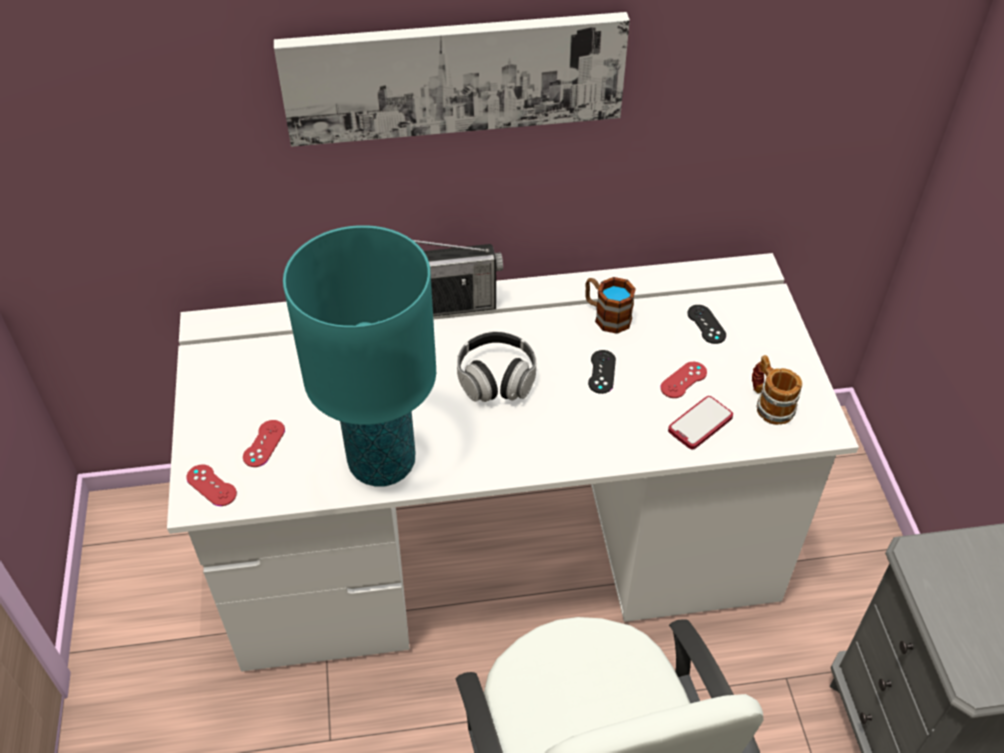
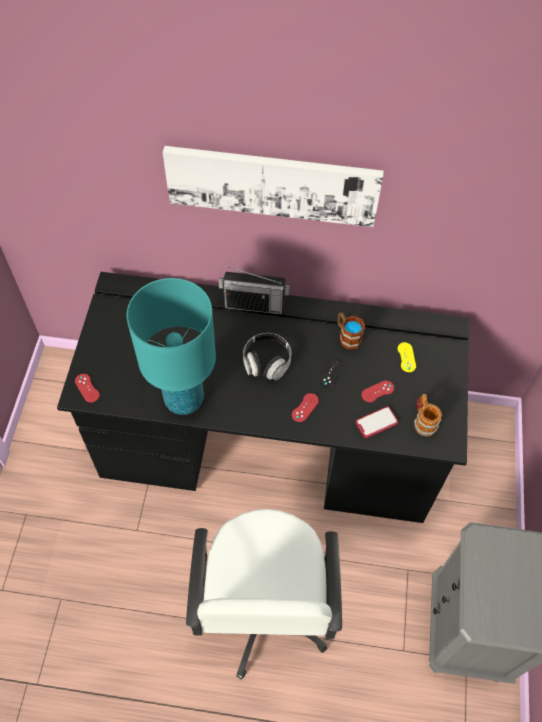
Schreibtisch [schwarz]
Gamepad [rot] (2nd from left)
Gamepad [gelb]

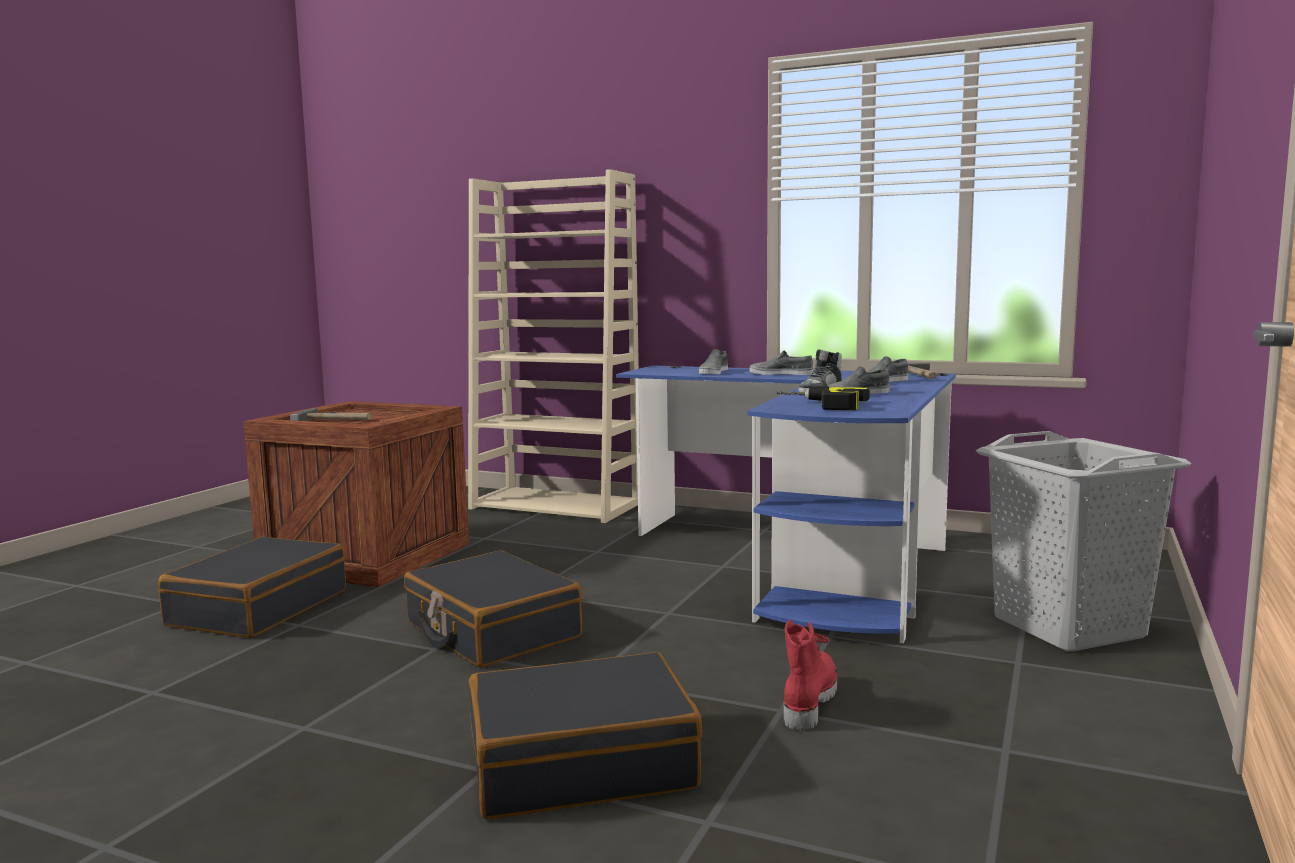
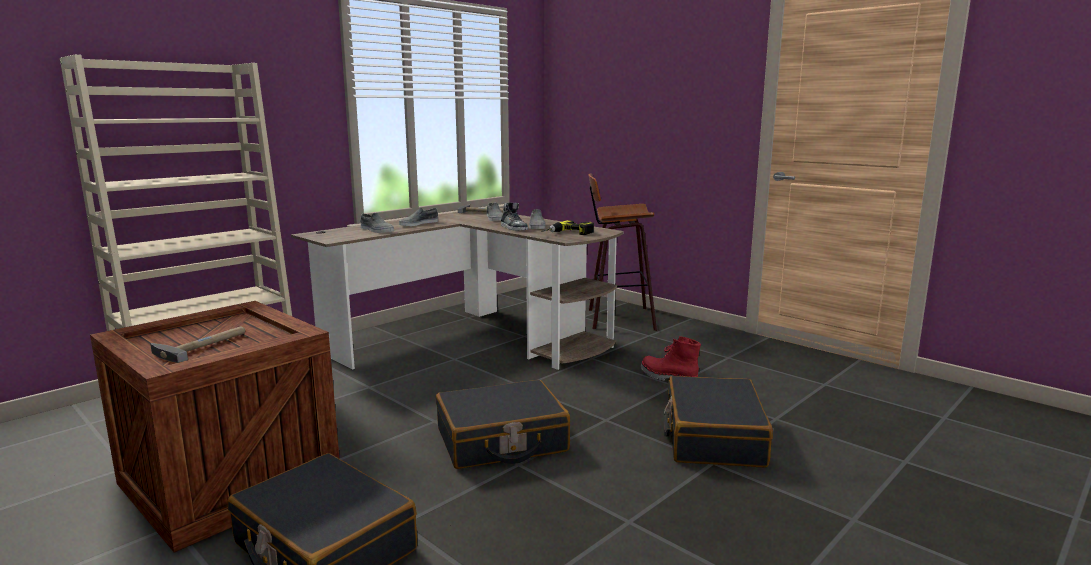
Schreibtisch [braun]
Hocker

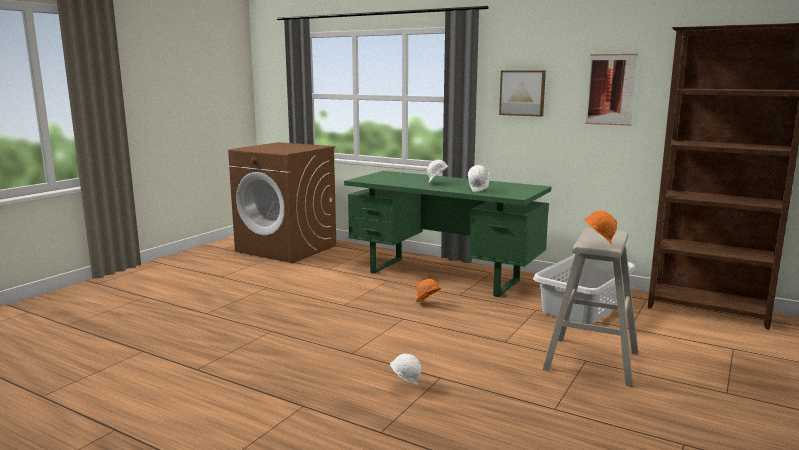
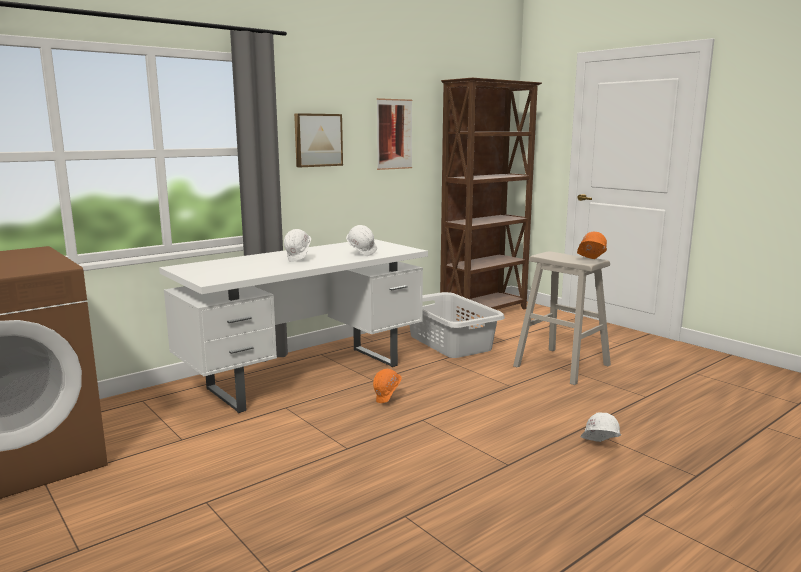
Schreibtisch [weiß]

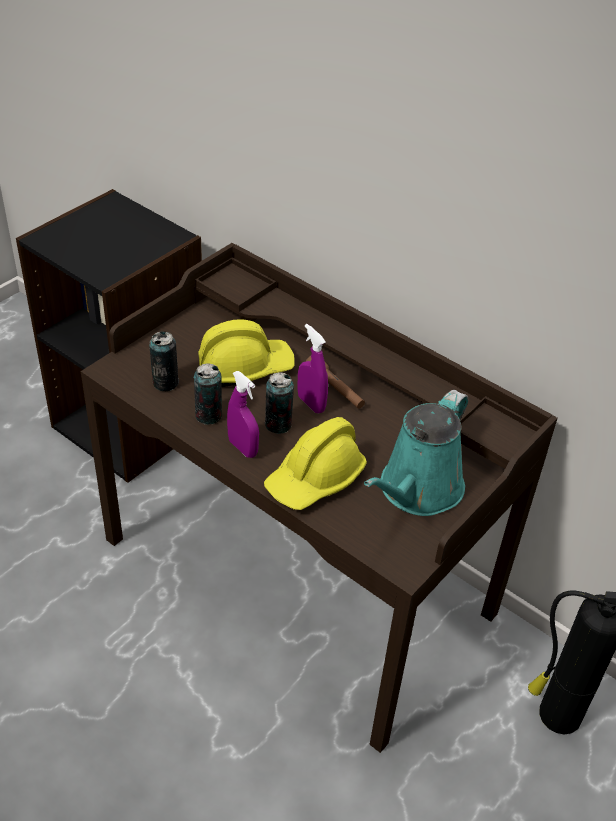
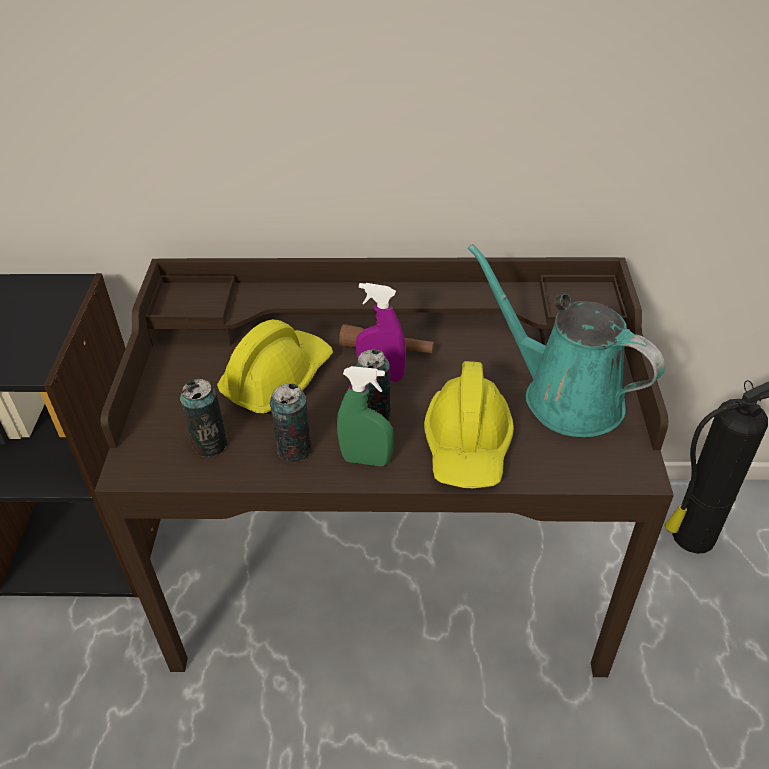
Sprühflasche [grün]
Gießkanne [türkis]

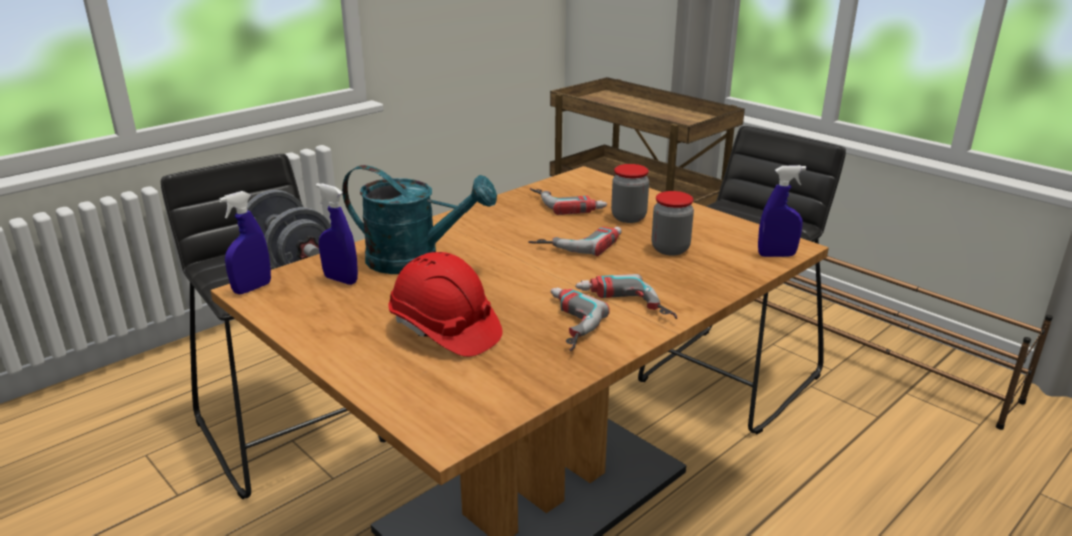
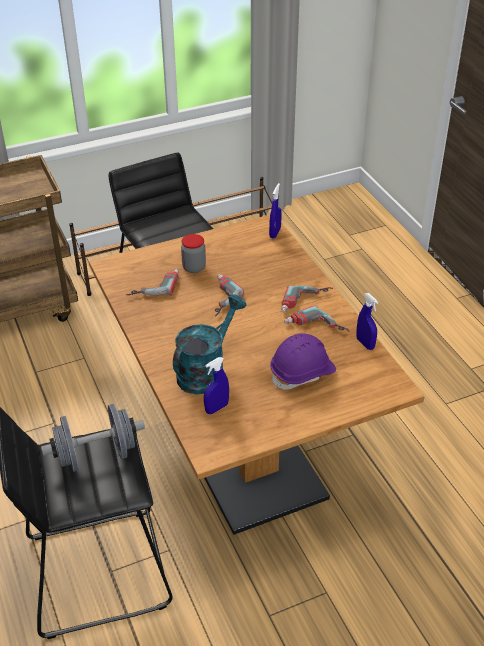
Schutzhelm [lila]
Sprühflasche [blau] (3rd from left)
Vorratsglas (2nd from left in the first image)

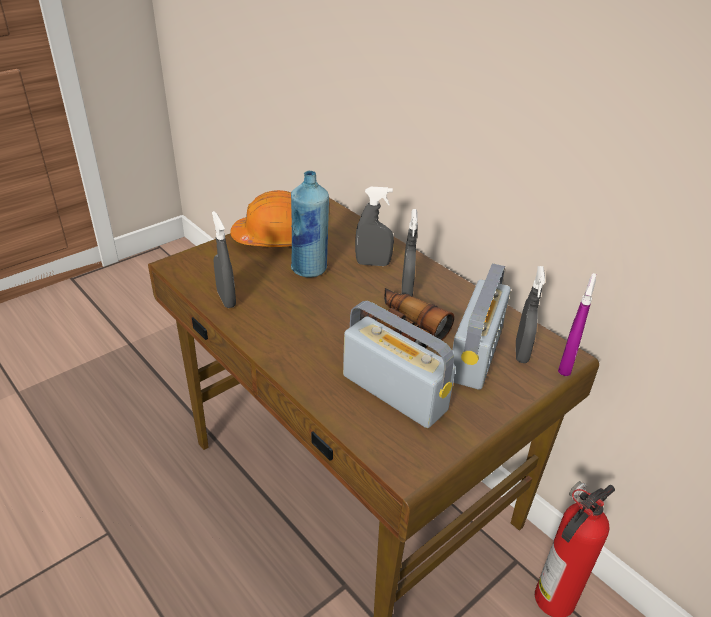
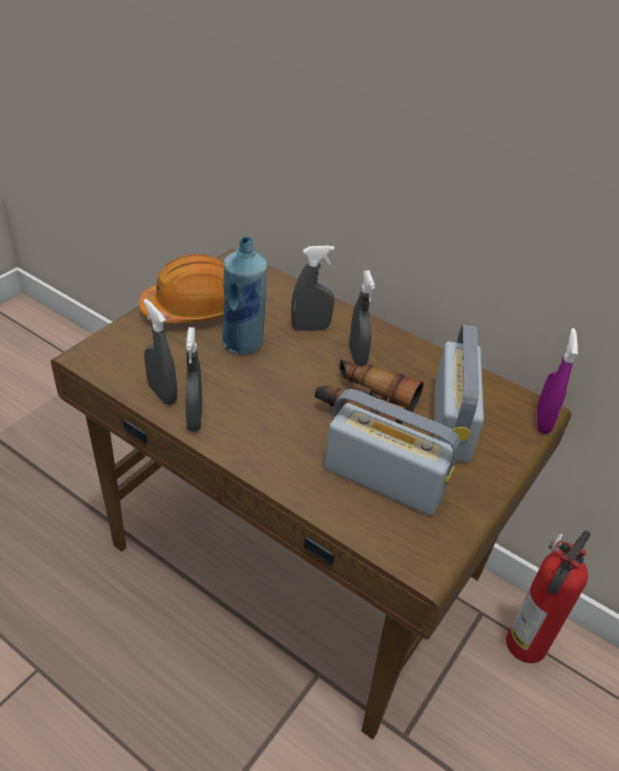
Sprühflasche [grau] (2nd from left)

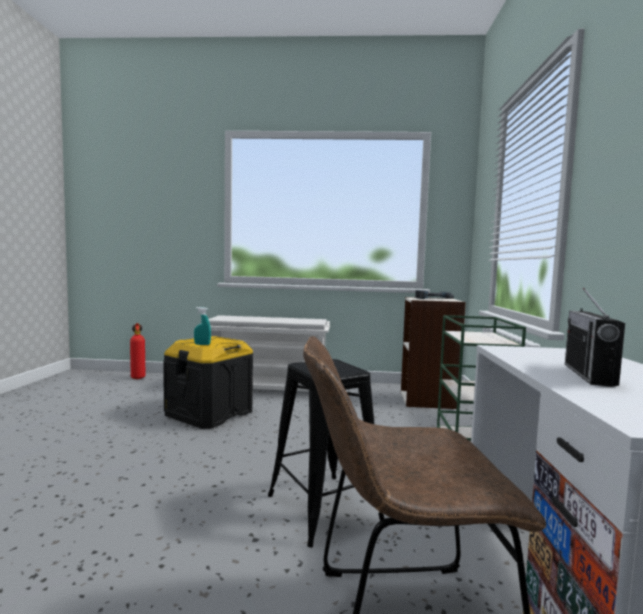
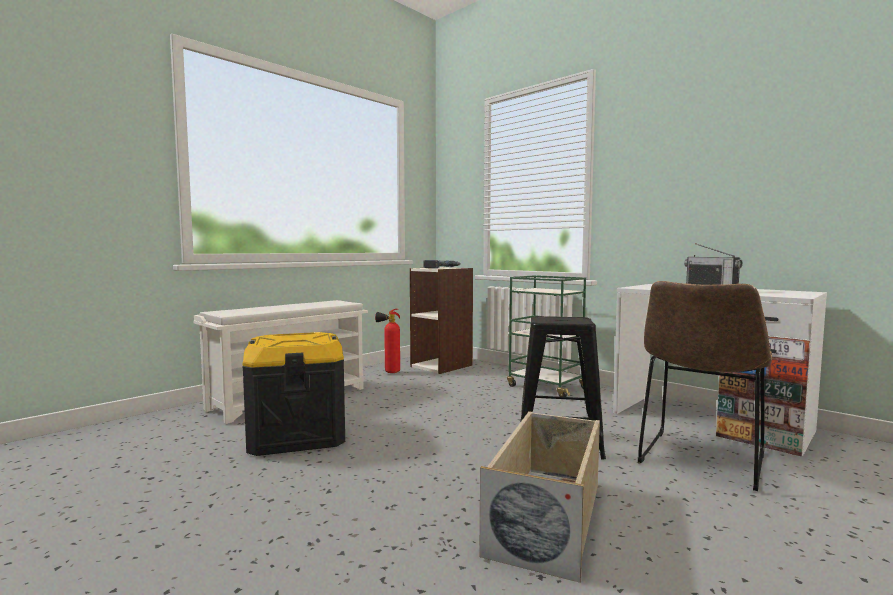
Feuerlöscher
Aufbewahrungsbox [beige]
Sprühflasche [türkis]

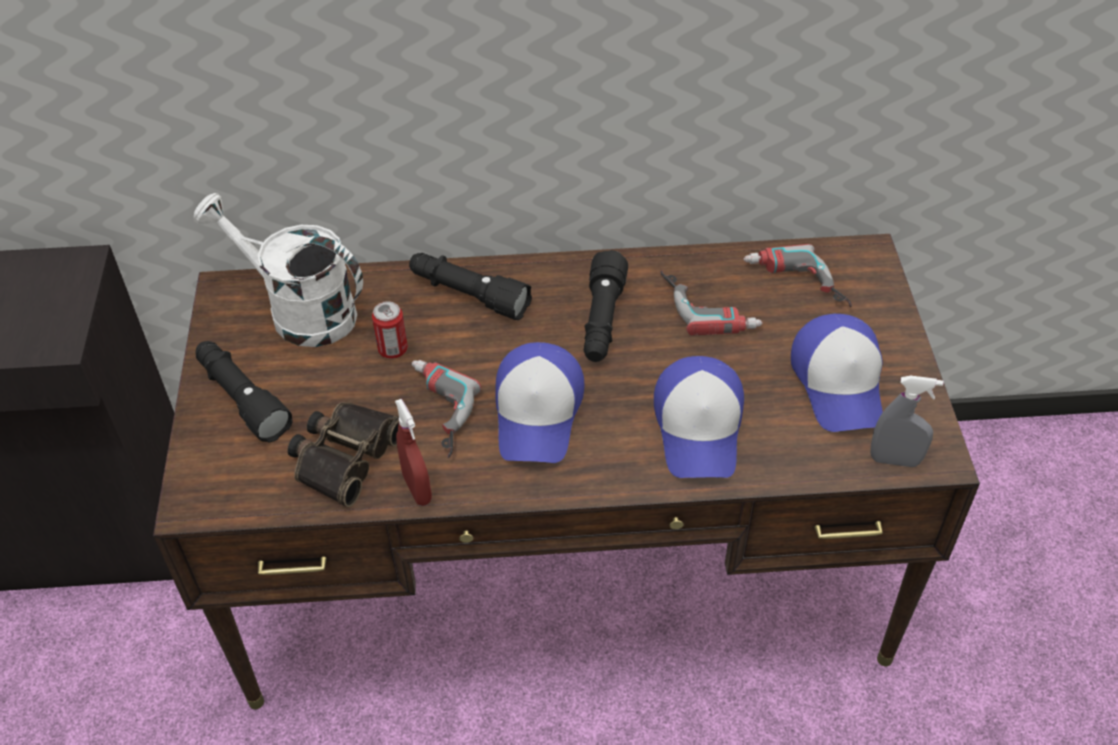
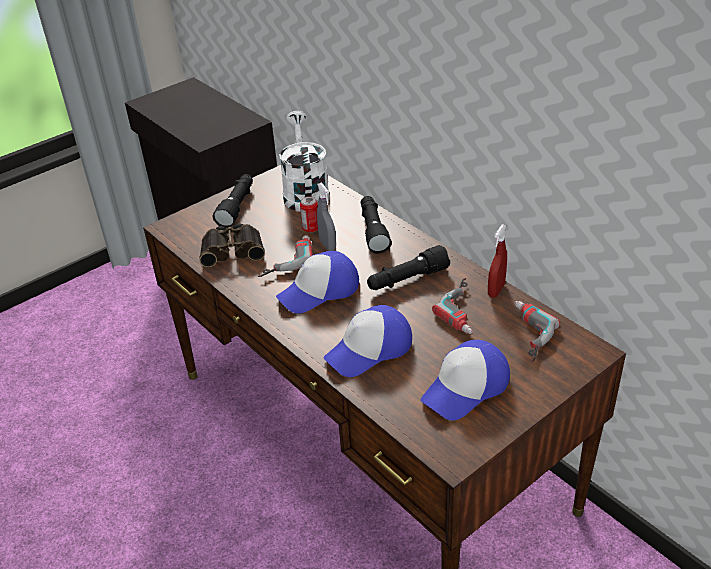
Sprühflasche [grau]
Sprühflasche [rot]

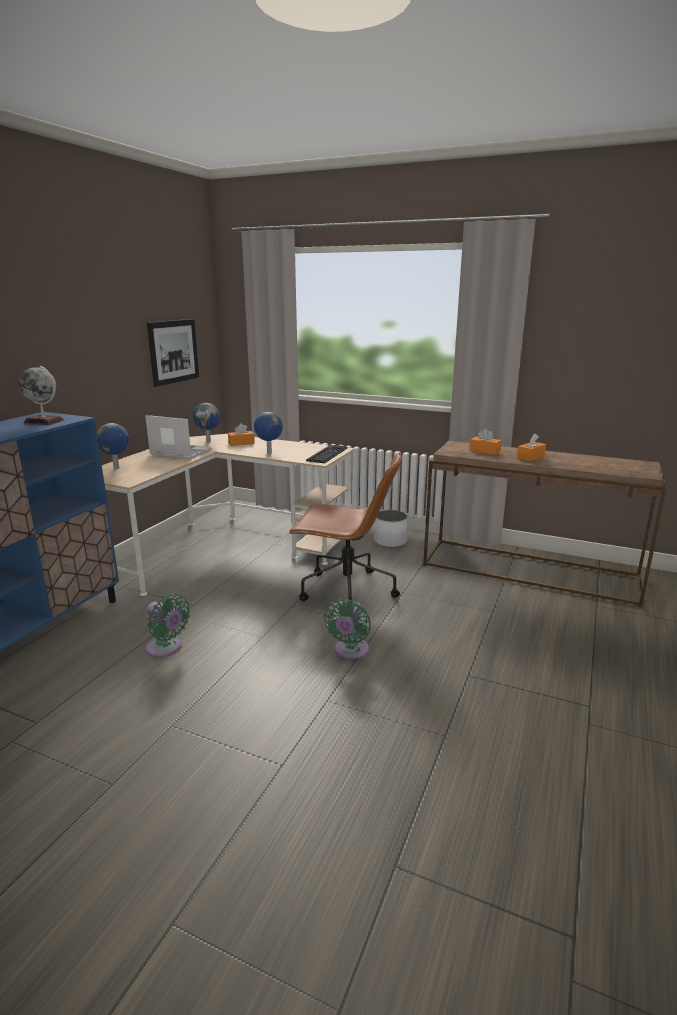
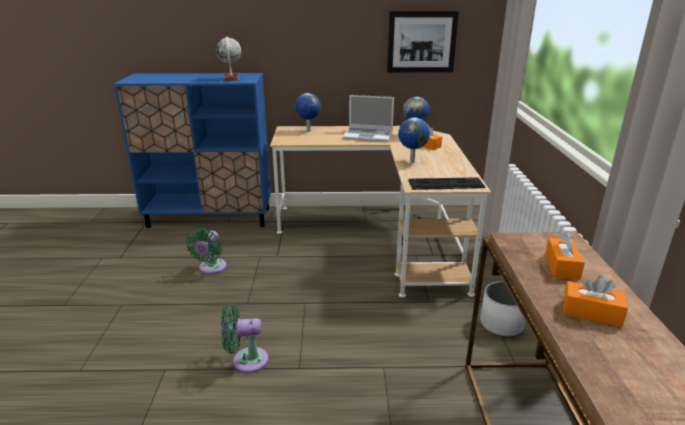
Laptop
Bürostuhl [braun]

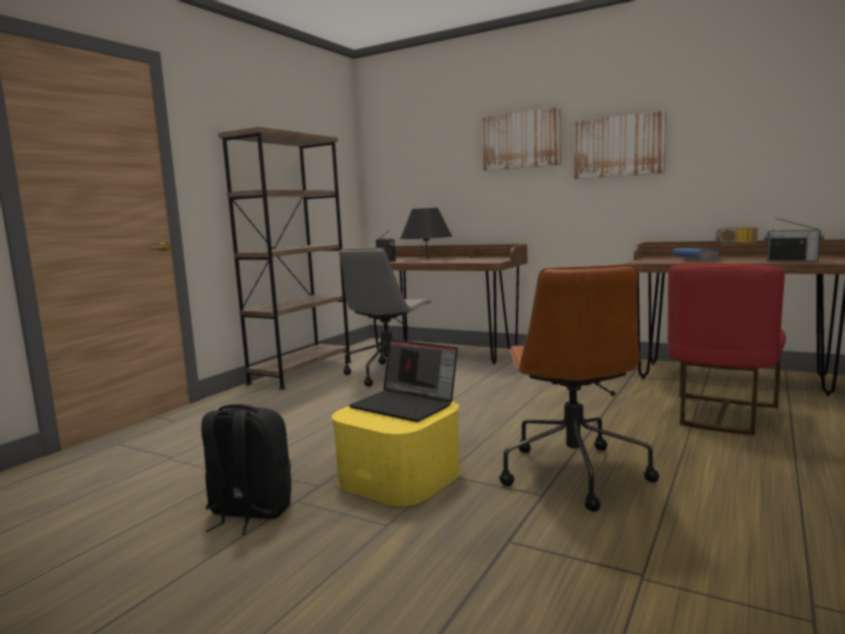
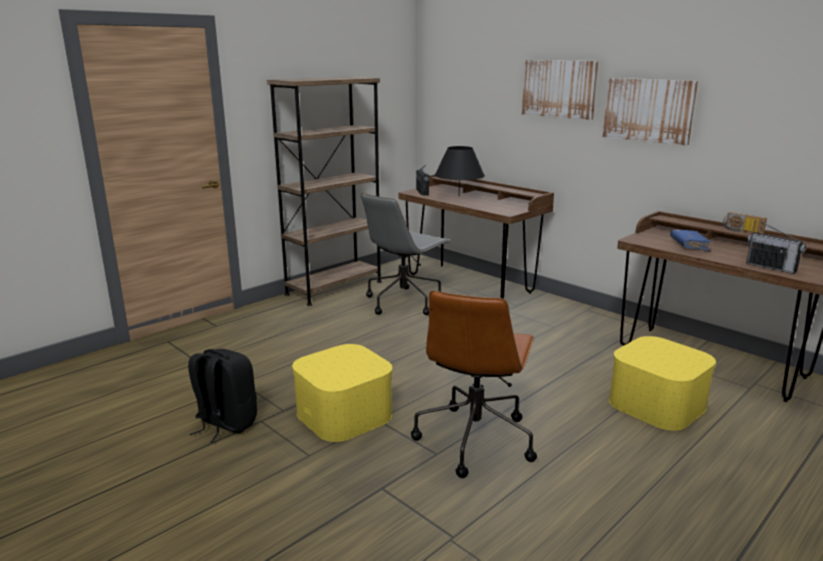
Aufbewahrungsbox [gelb] (2nd from left)
Laptop

